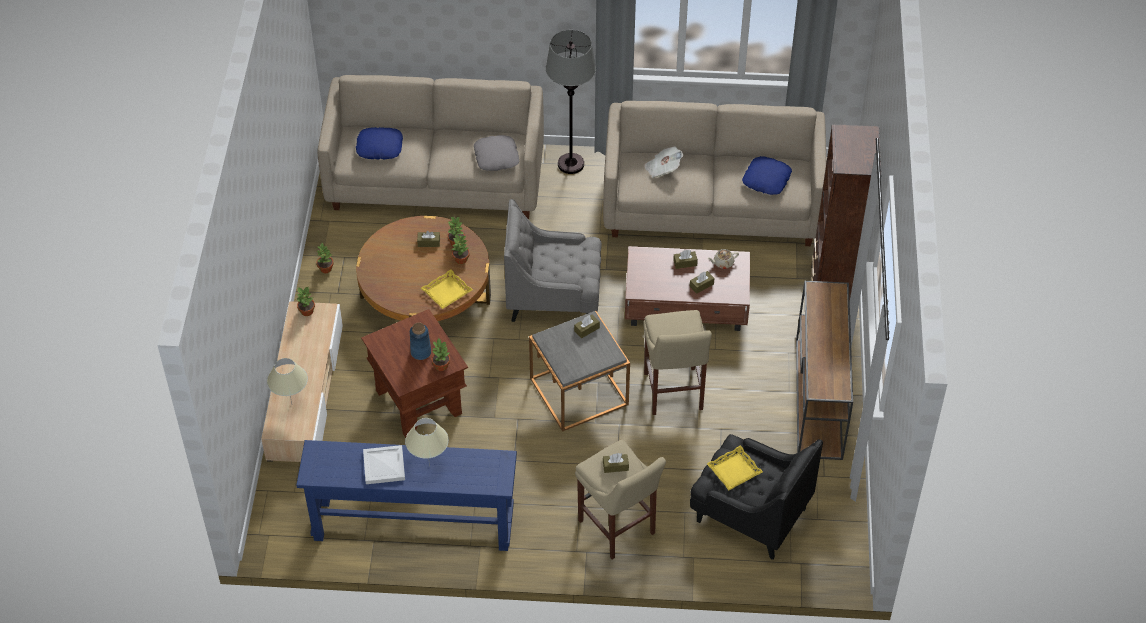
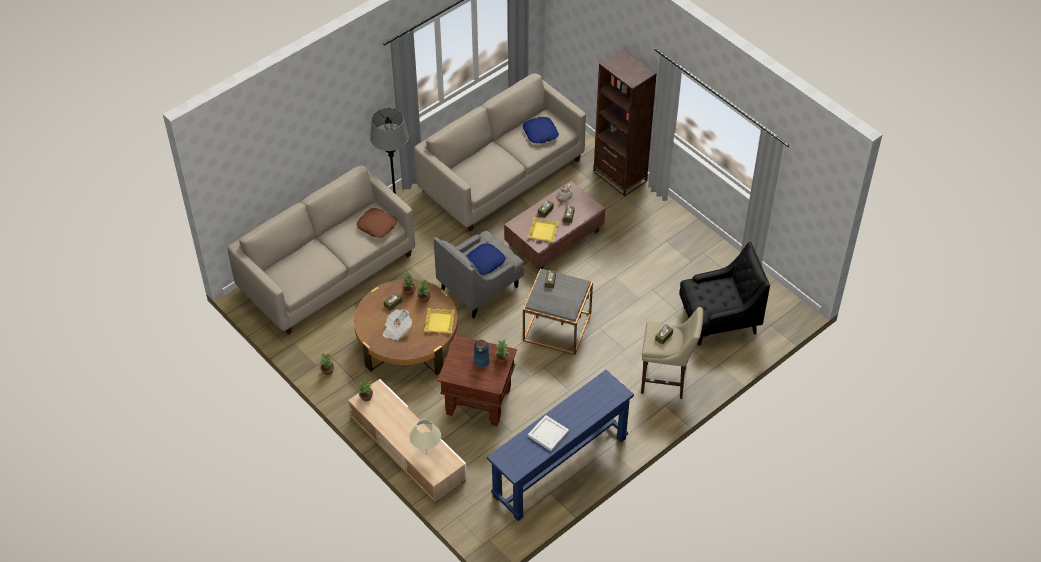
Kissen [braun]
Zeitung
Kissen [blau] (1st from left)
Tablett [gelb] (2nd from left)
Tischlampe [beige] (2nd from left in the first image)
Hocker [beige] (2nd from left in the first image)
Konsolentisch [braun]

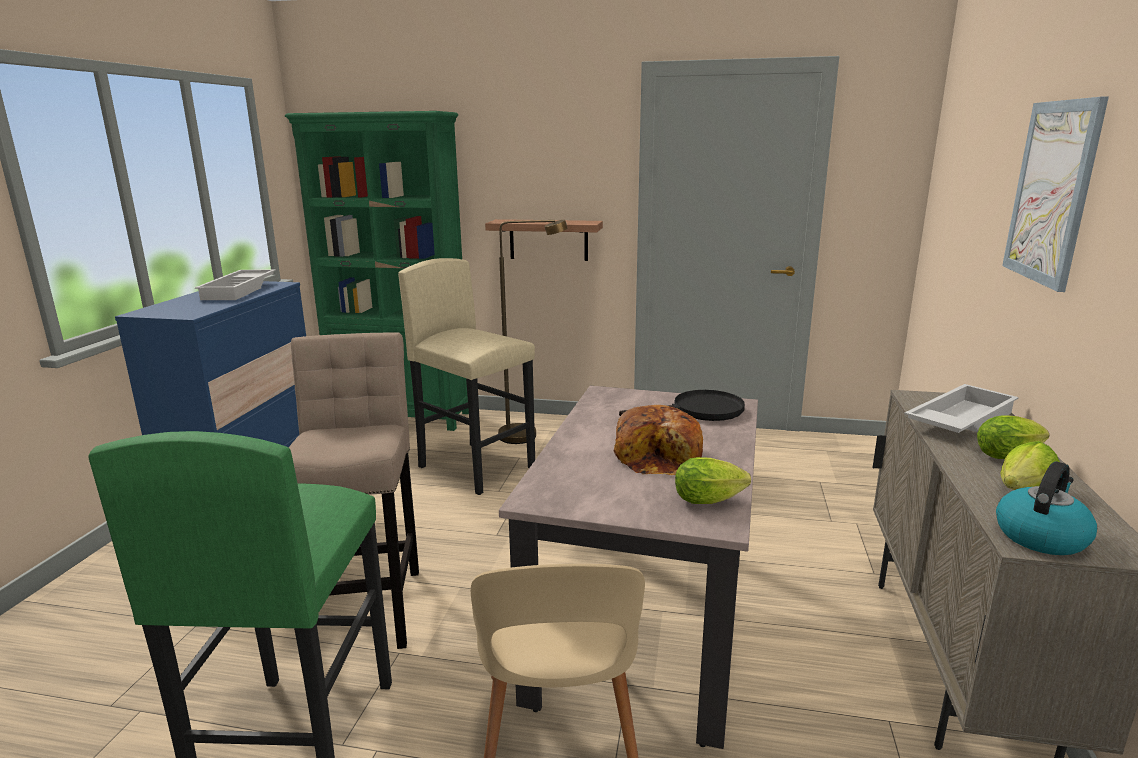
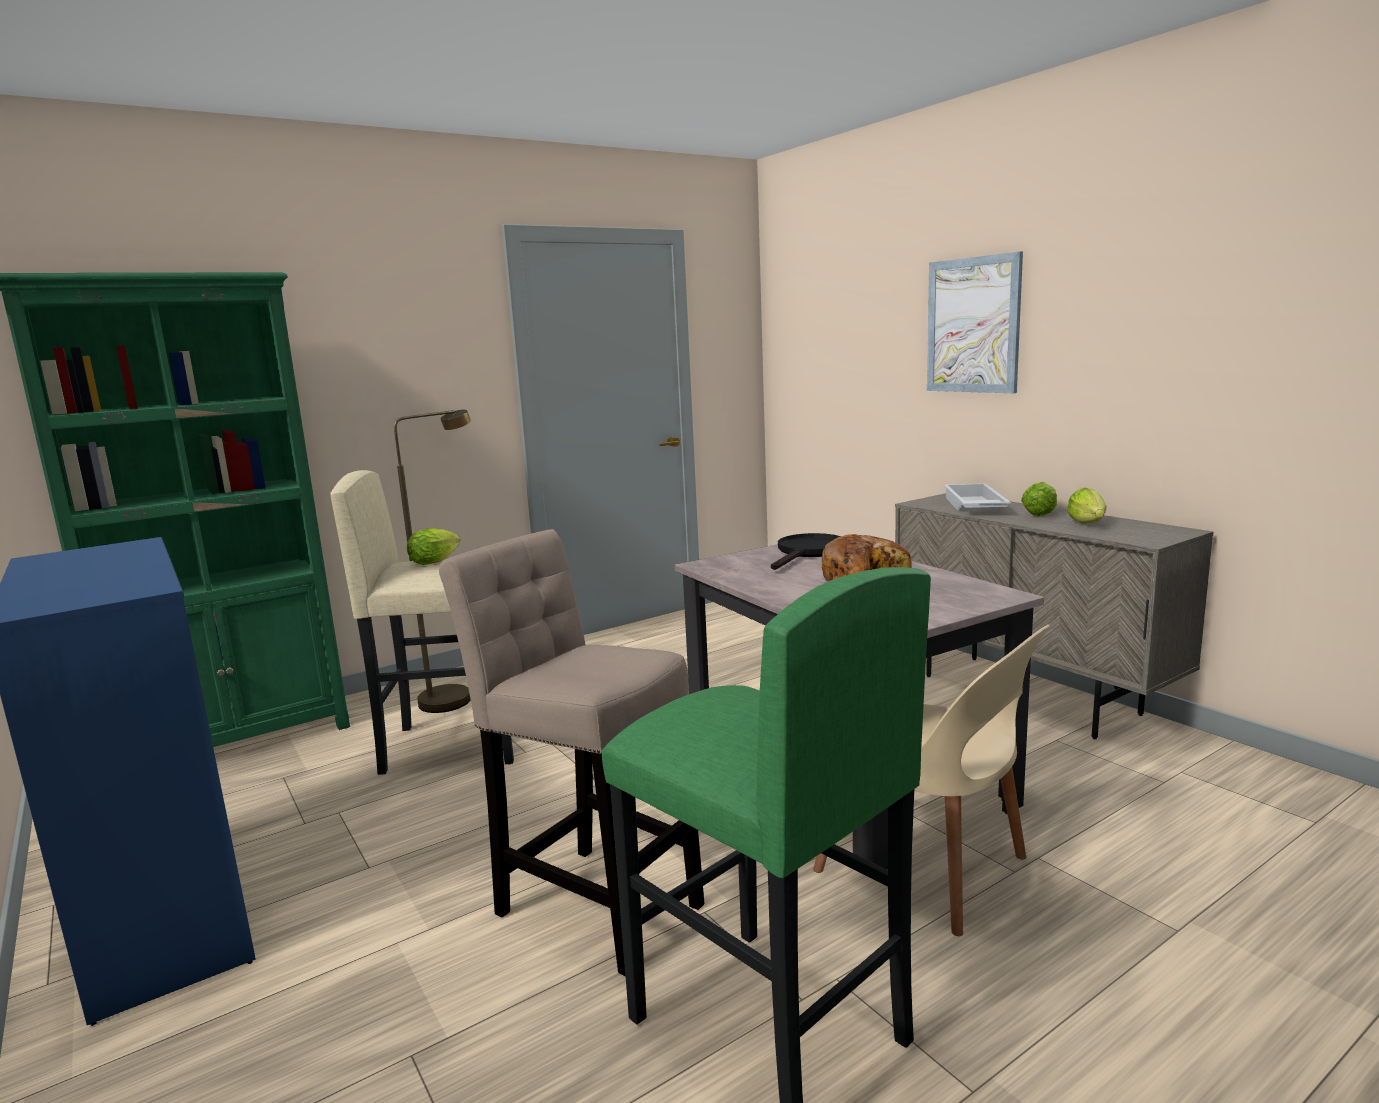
Salatkopf (1st from left)
Tablett [weiß] (1st from left in the first image)
Wandregal
Wasserkessel

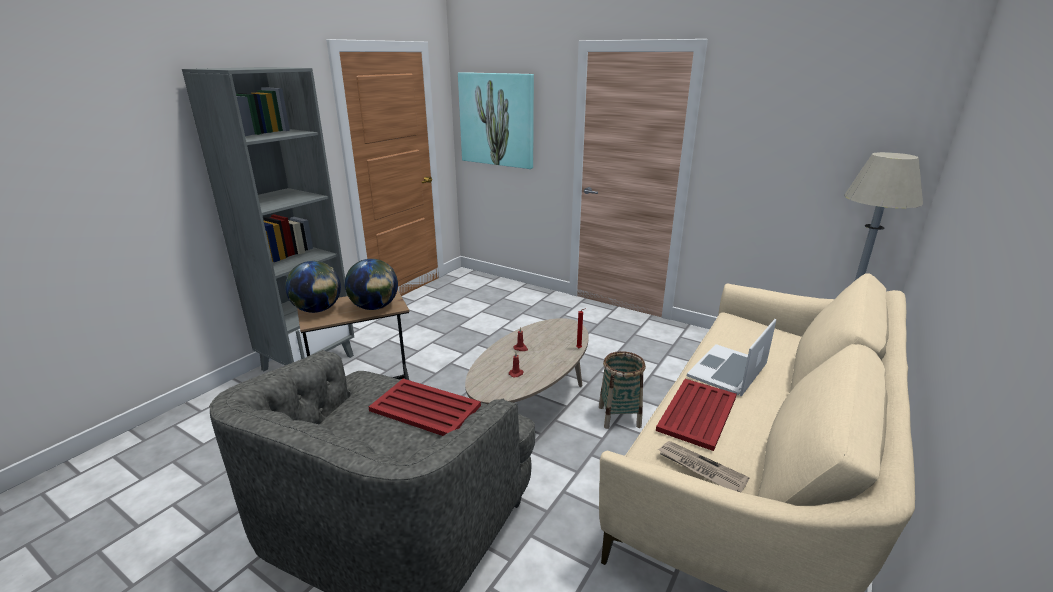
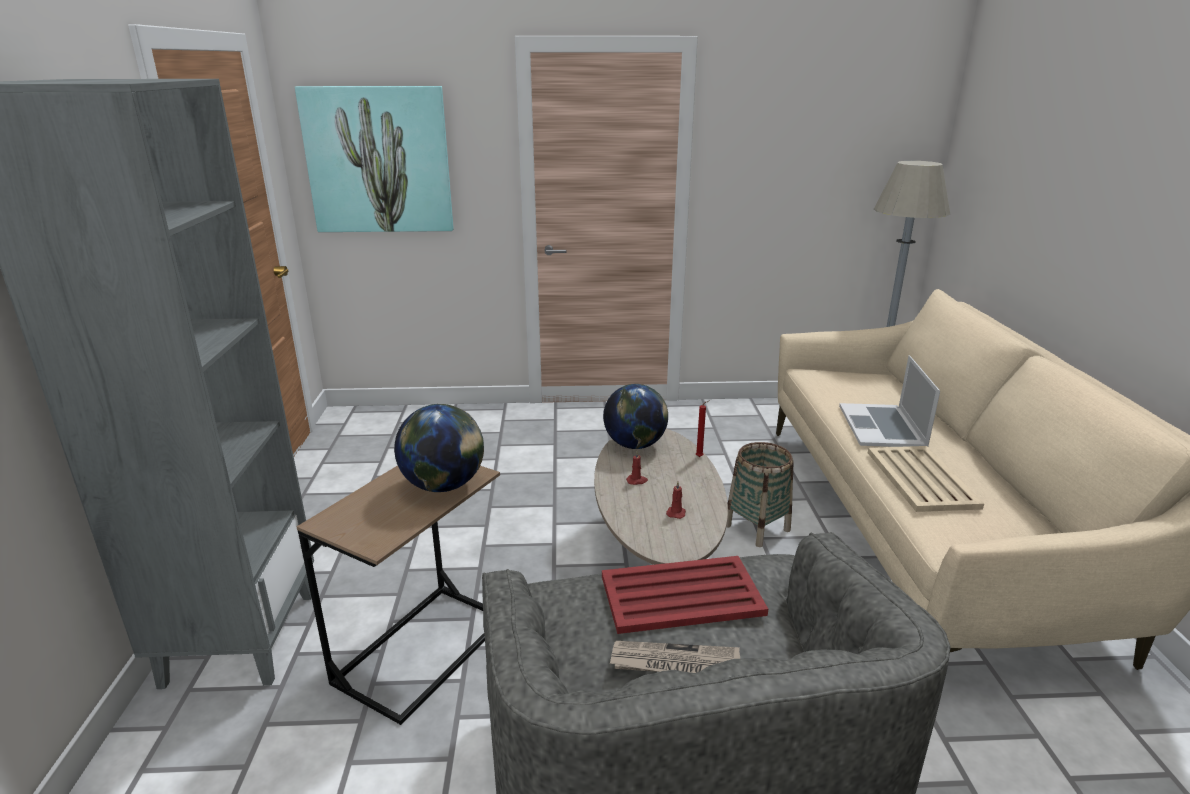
Globus (2nd from left)
Zeitung
Tablett [beige]

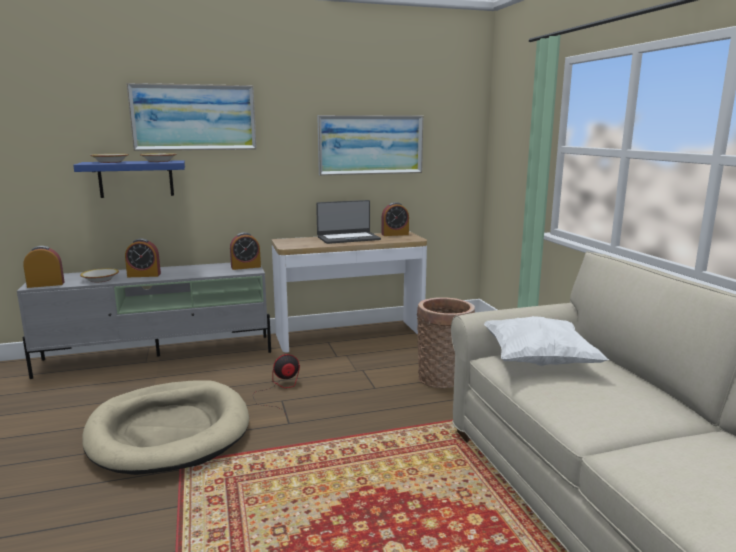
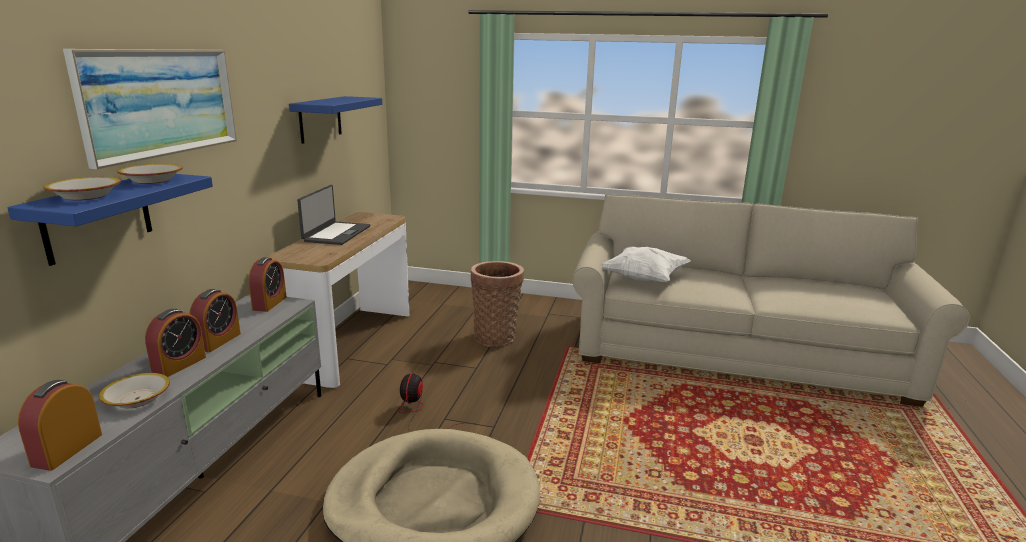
Wecker (3rd from left)
Wandregal [blau] (2nd from left)

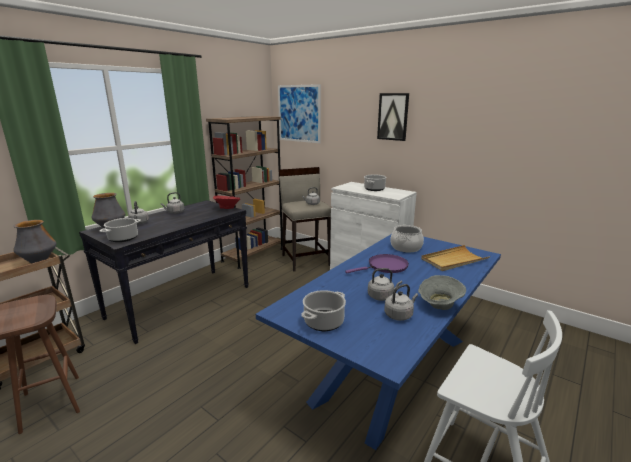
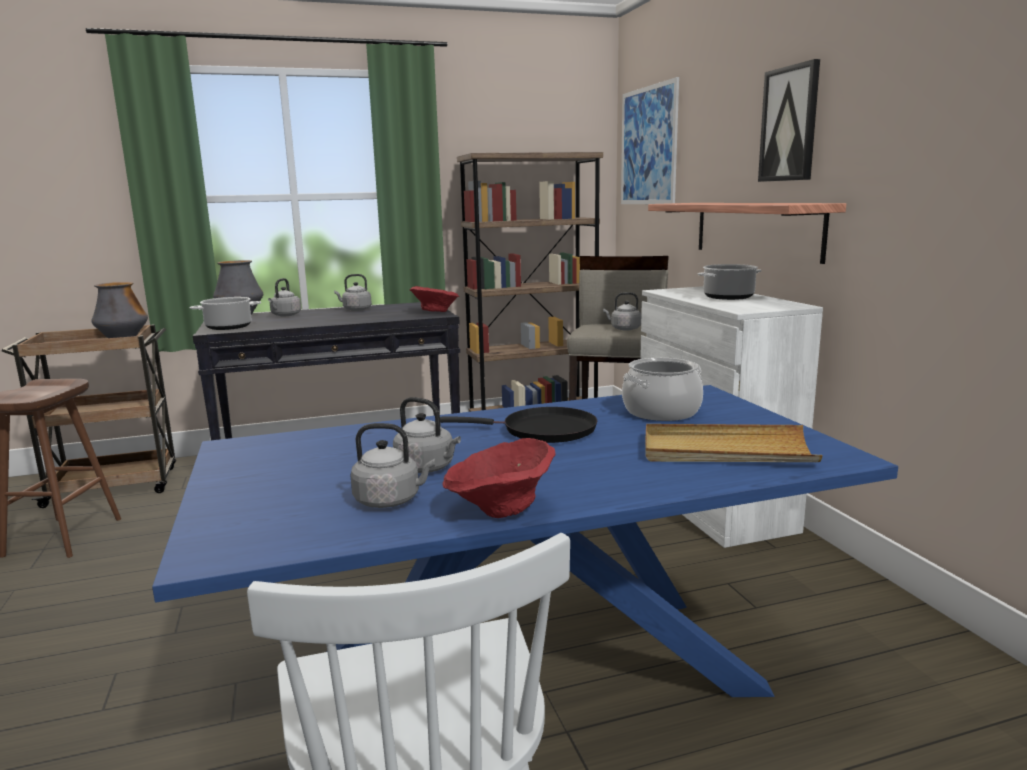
Pfanne [schwarz]
Schüssel [rot] (2nd from left)
Wandregal
Kochtopf (2nd from left in the first image)

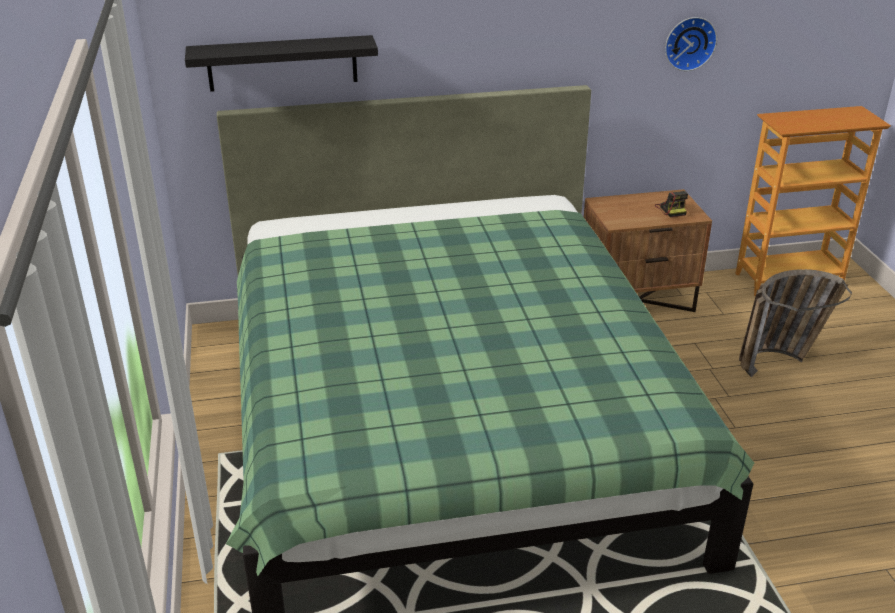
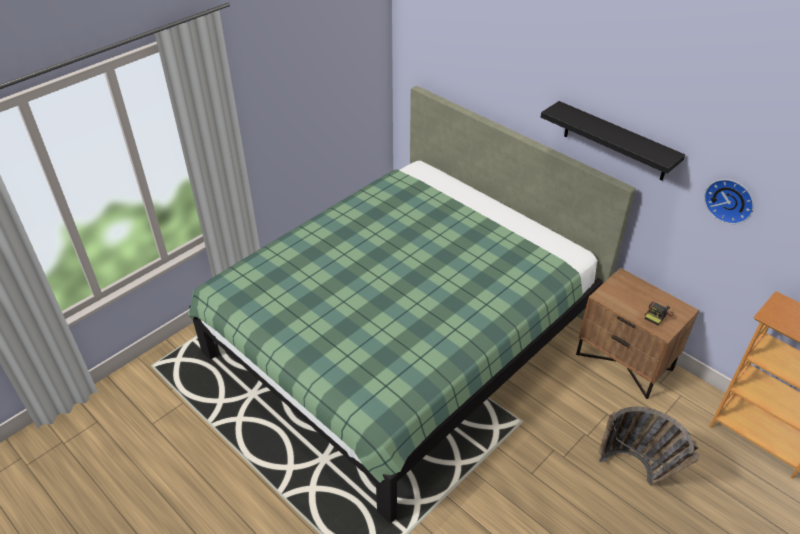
Wandregal [schwarz]

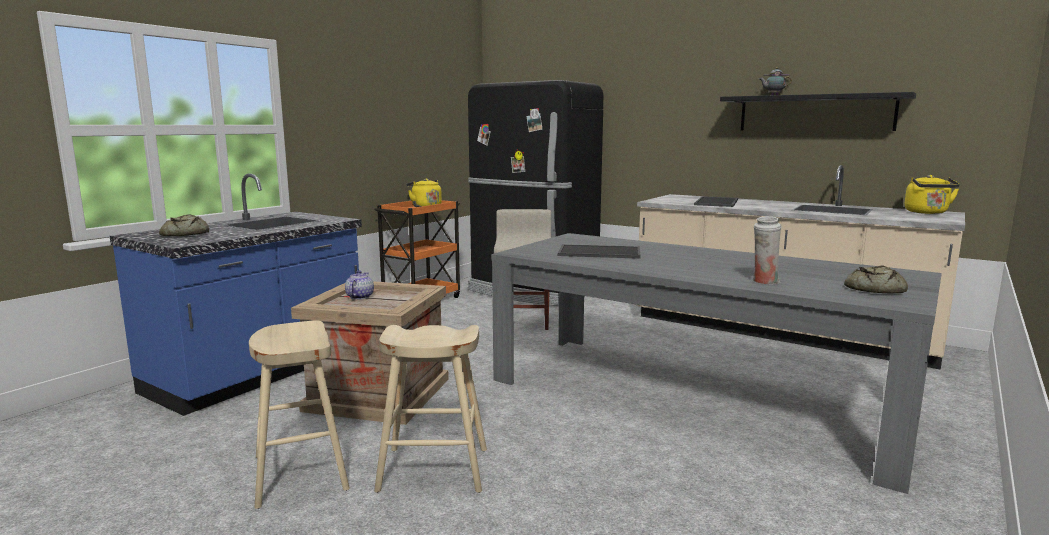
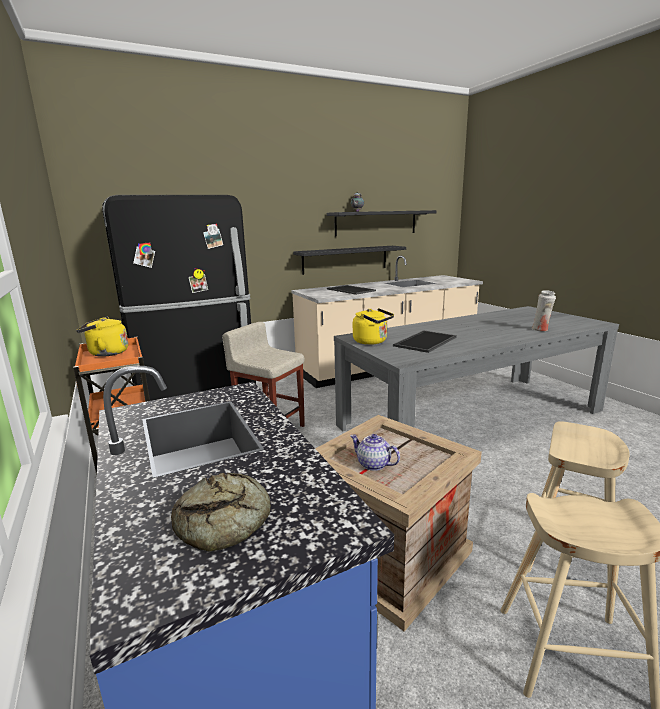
Wandregal [schwarz] (1st from left)
Wasserkessel [gelb] (2nd from left)
Brot (2nd from left in the first image)

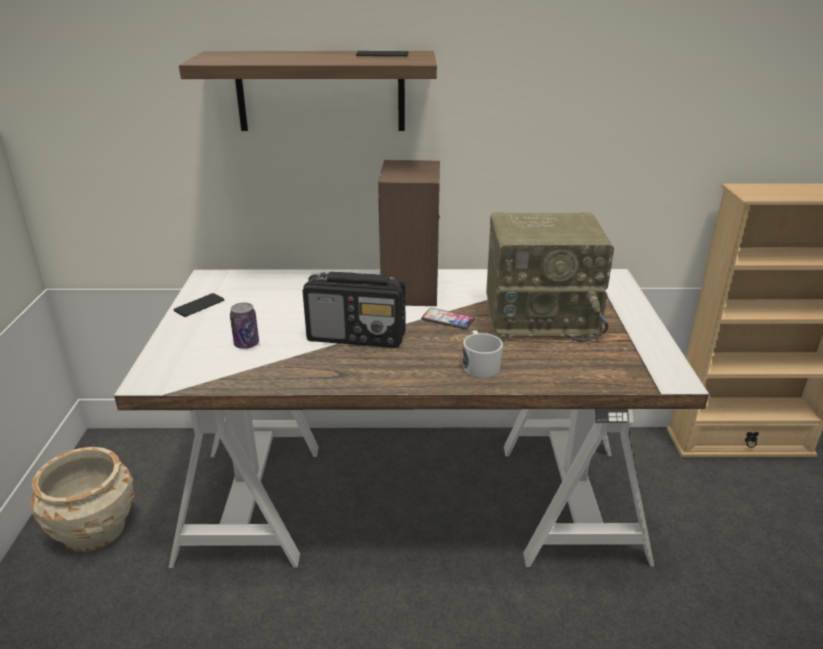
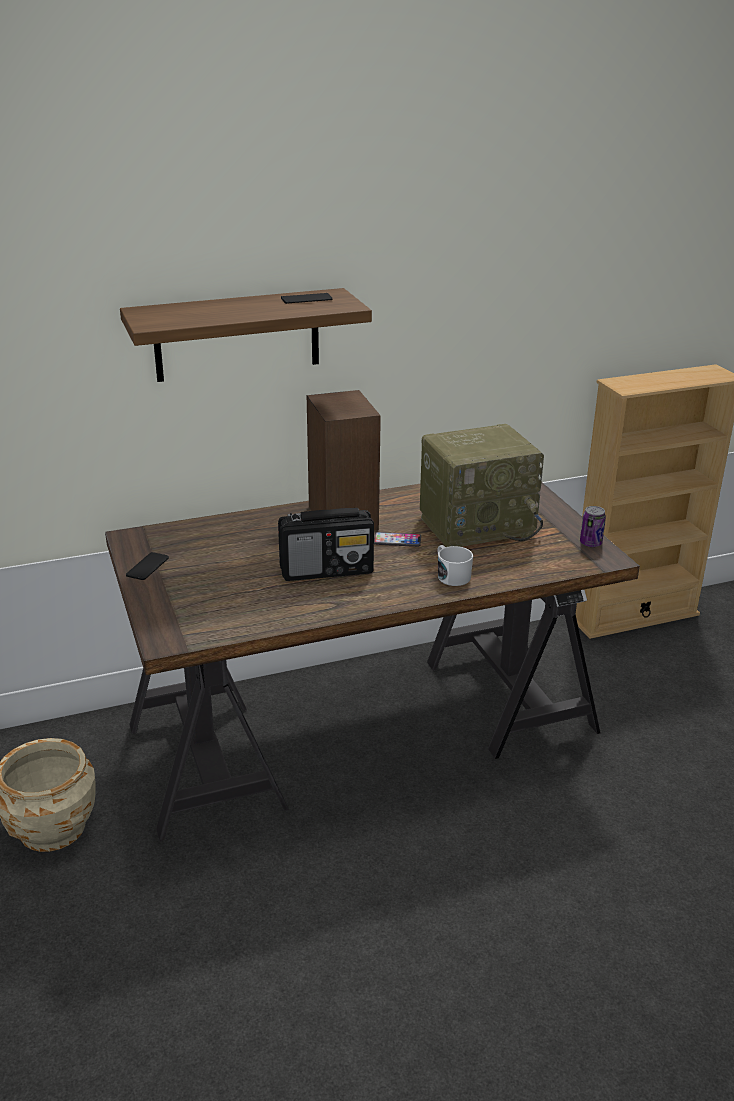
Schreibtisch [braun]
Dose

